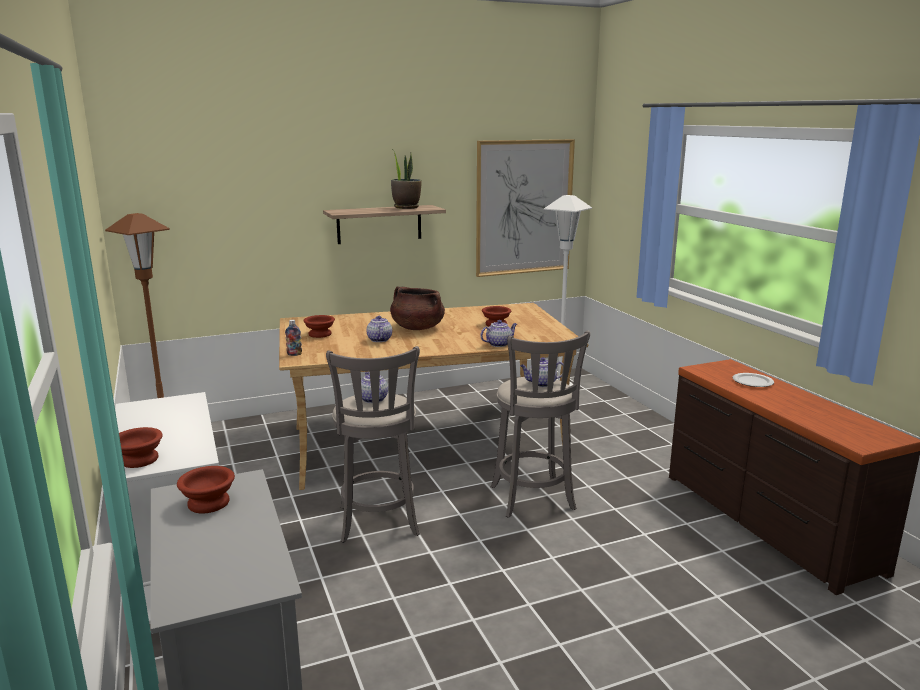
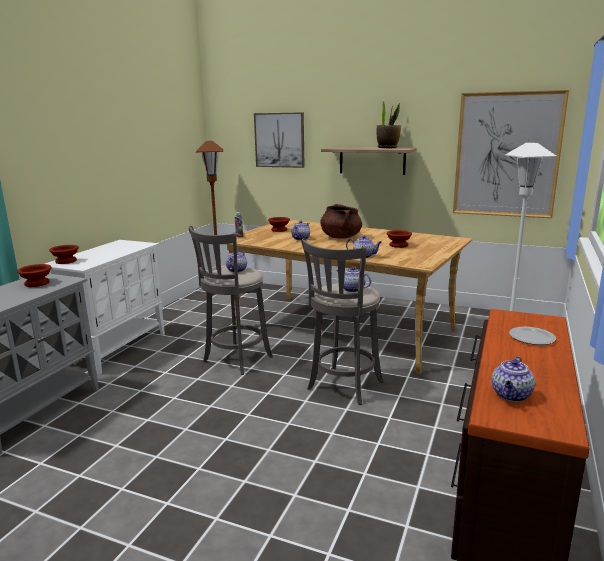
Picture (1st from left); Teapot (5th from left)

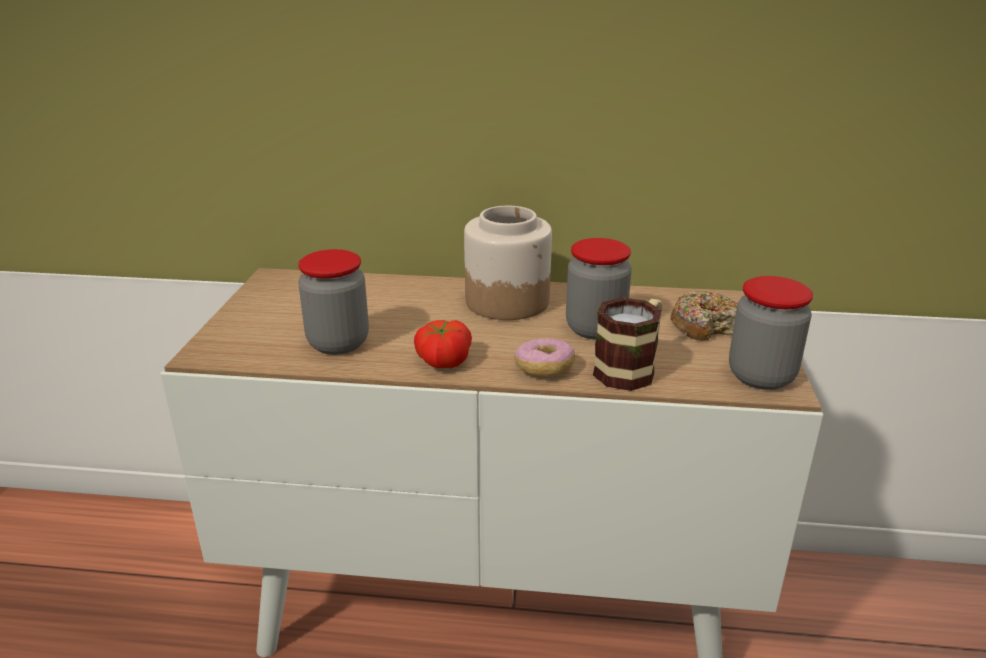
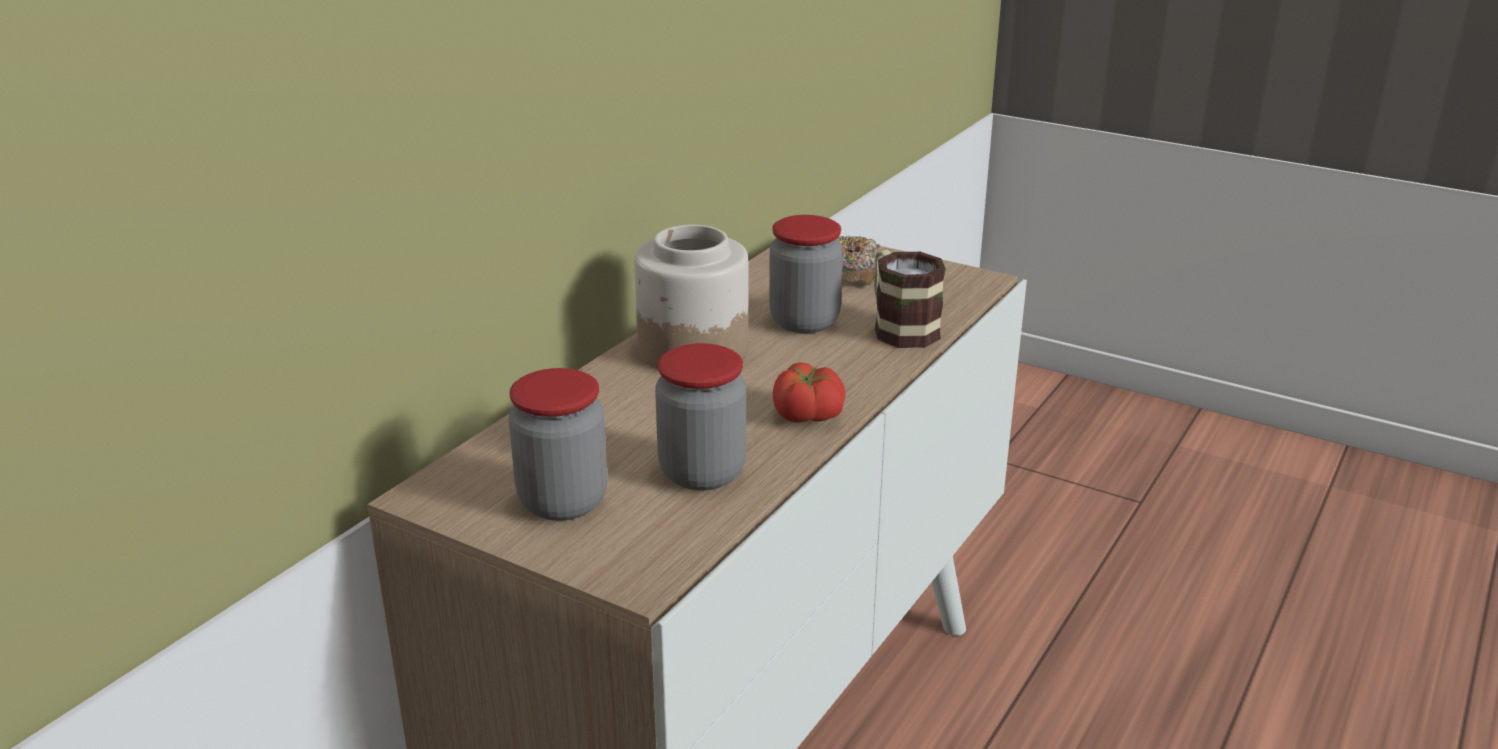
Jar (1st from left); Donut (1st from left in the first image)

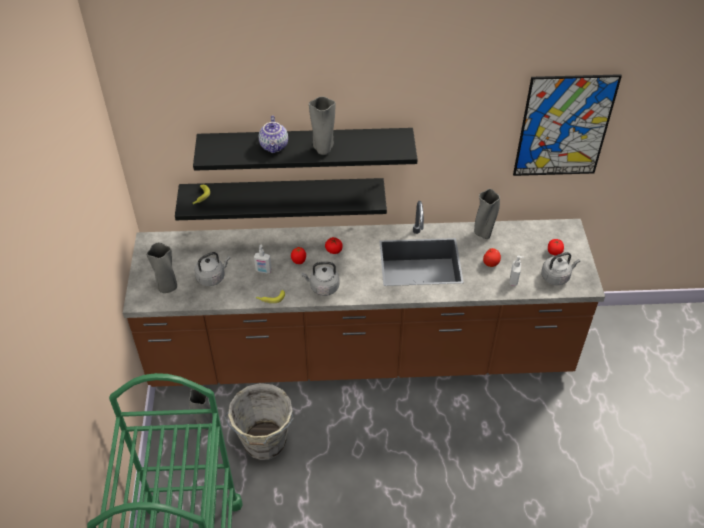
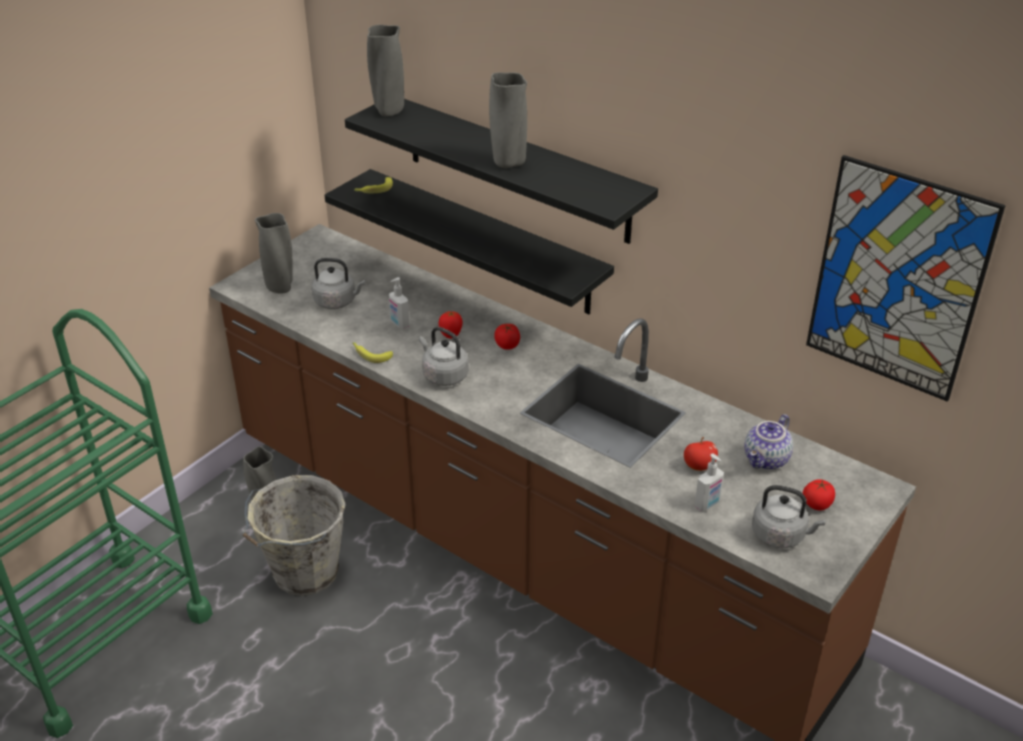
Teapot; GreyVase (3rd from left)

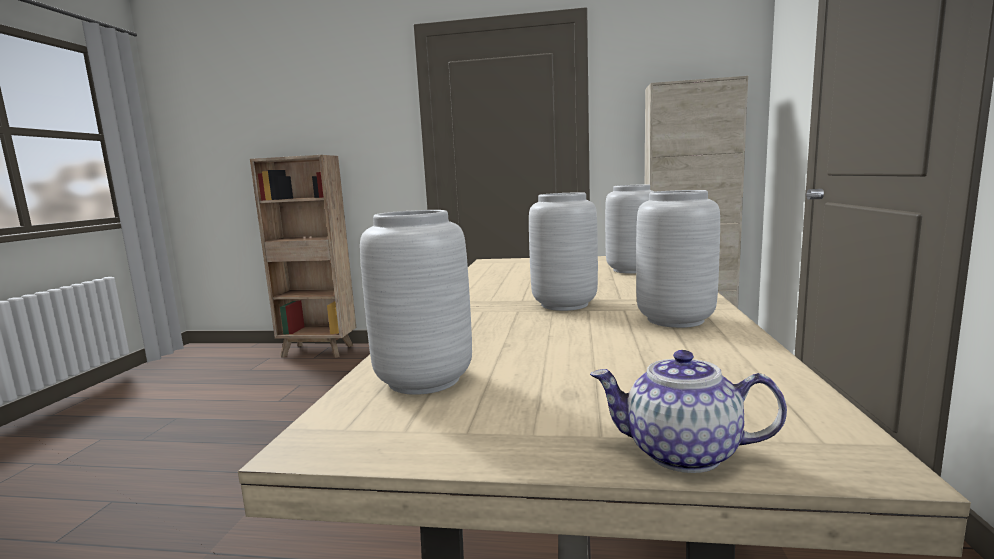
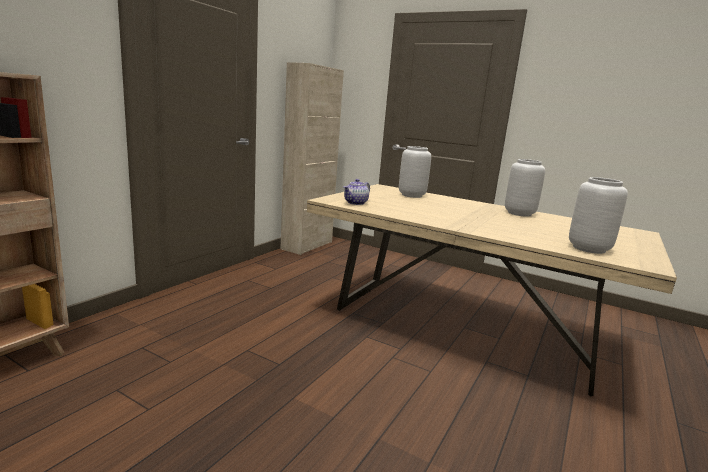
GreyVase (2nd from left in the first image); Teapot

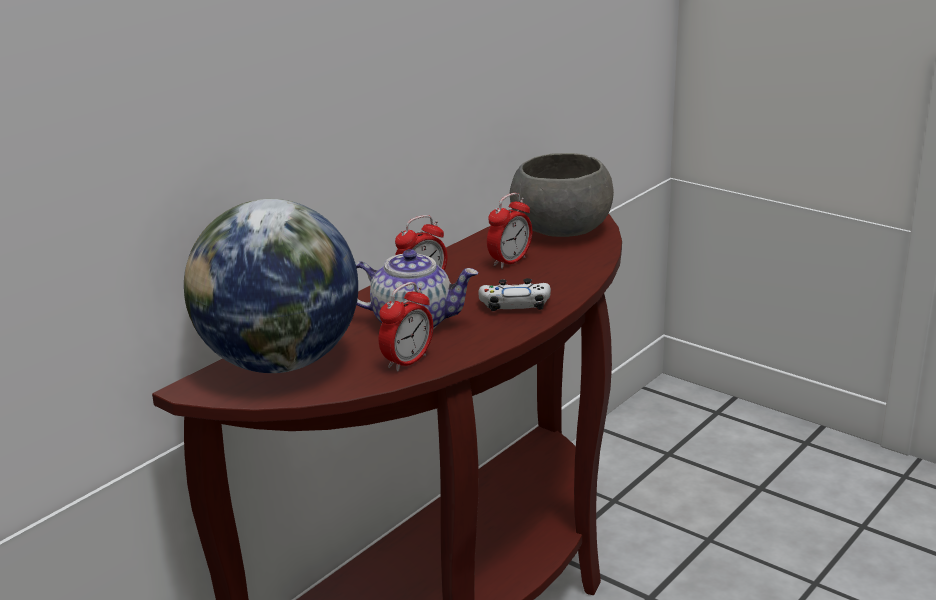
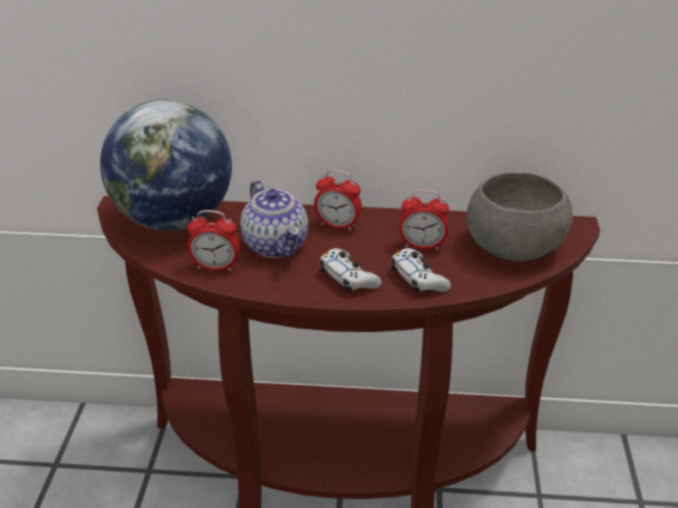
WhiteGameController (2nd from left)

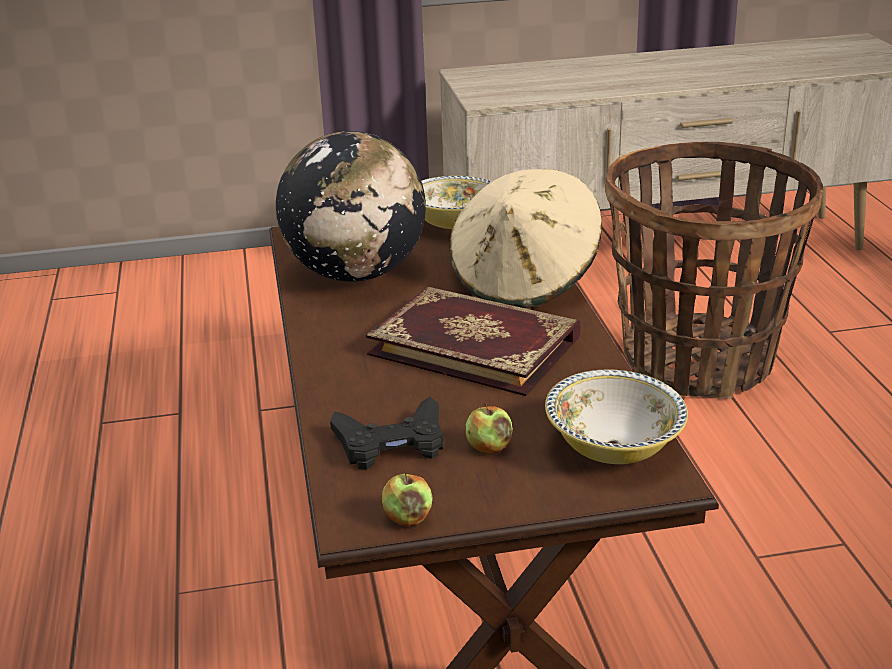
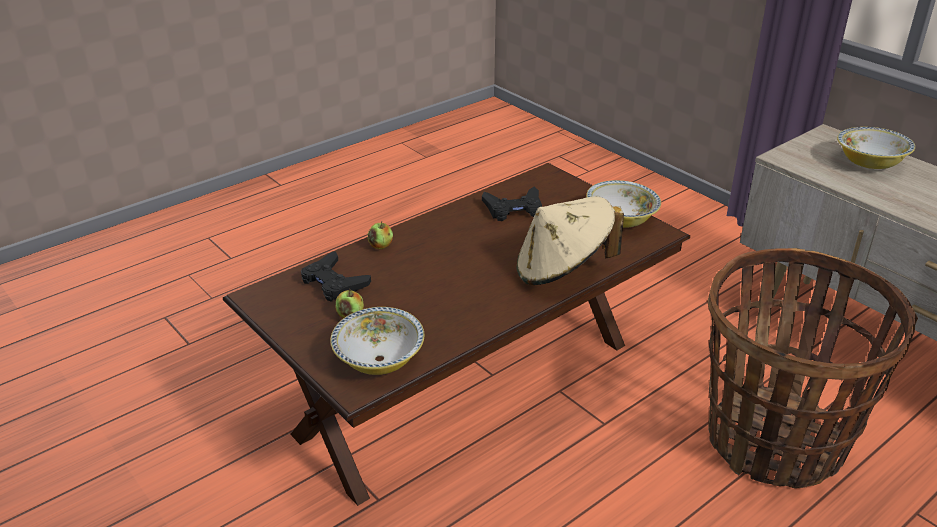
BlackGameController (2nd from left); Book; Apple (2nd from left); Bowl (3rd from left)

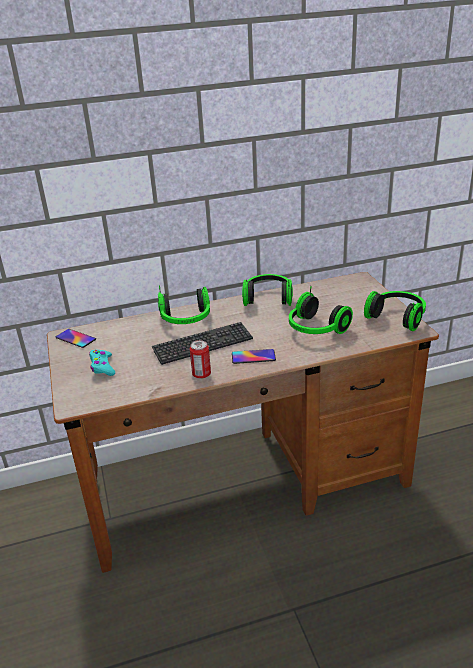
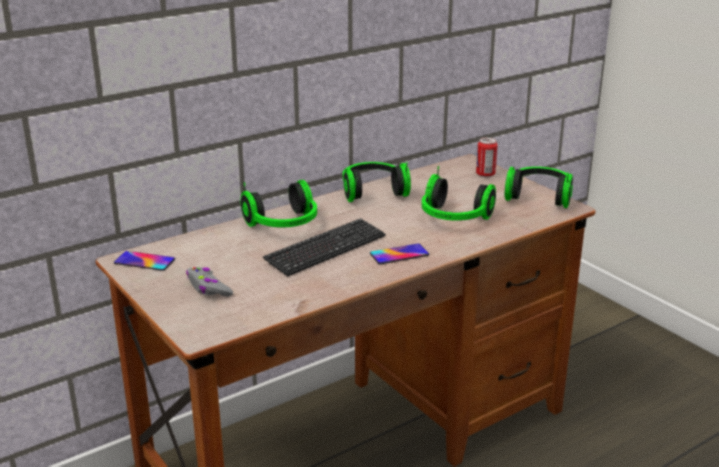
Can; GreyGameController

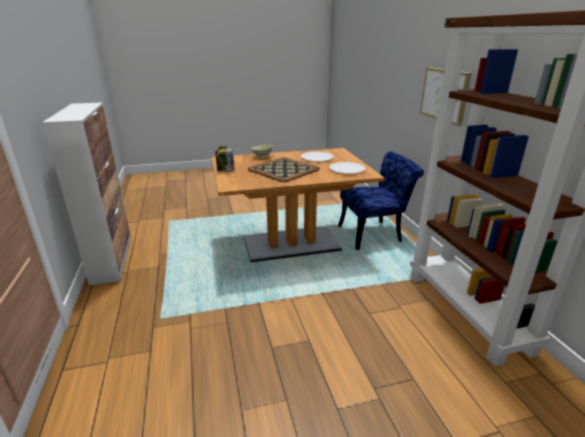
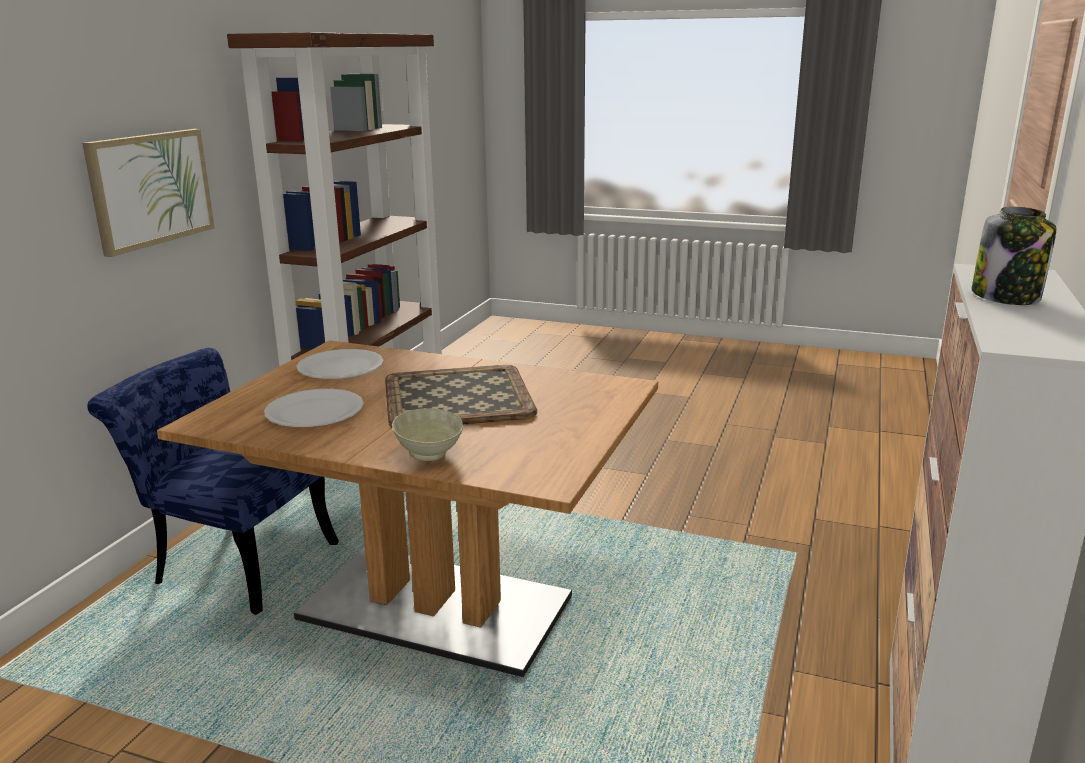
Jar

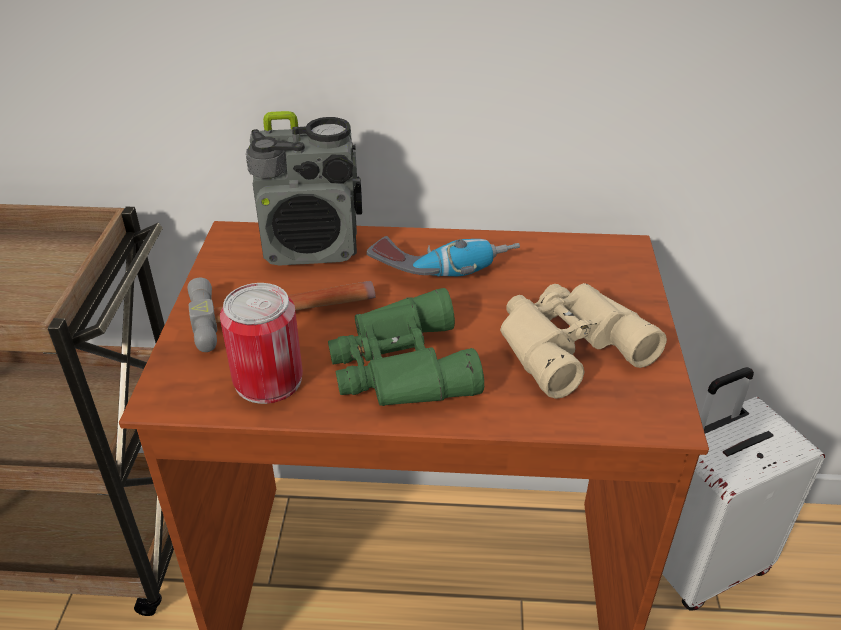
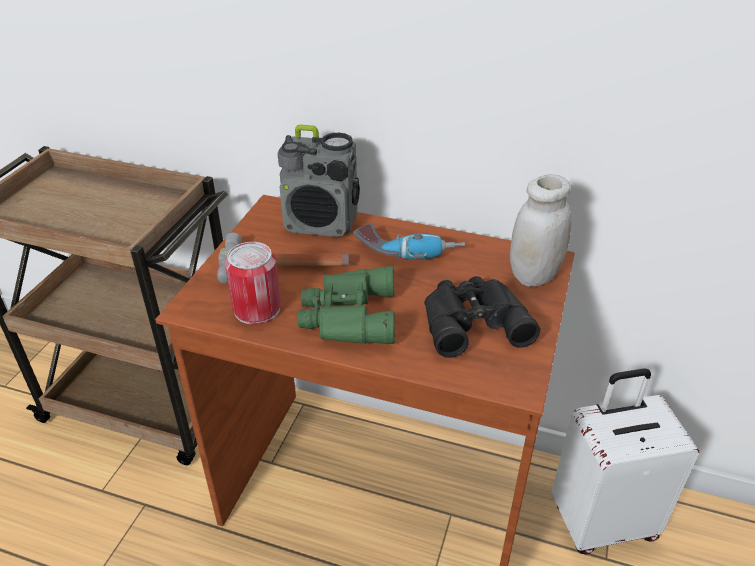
BlackBinoculars; WhiteJar

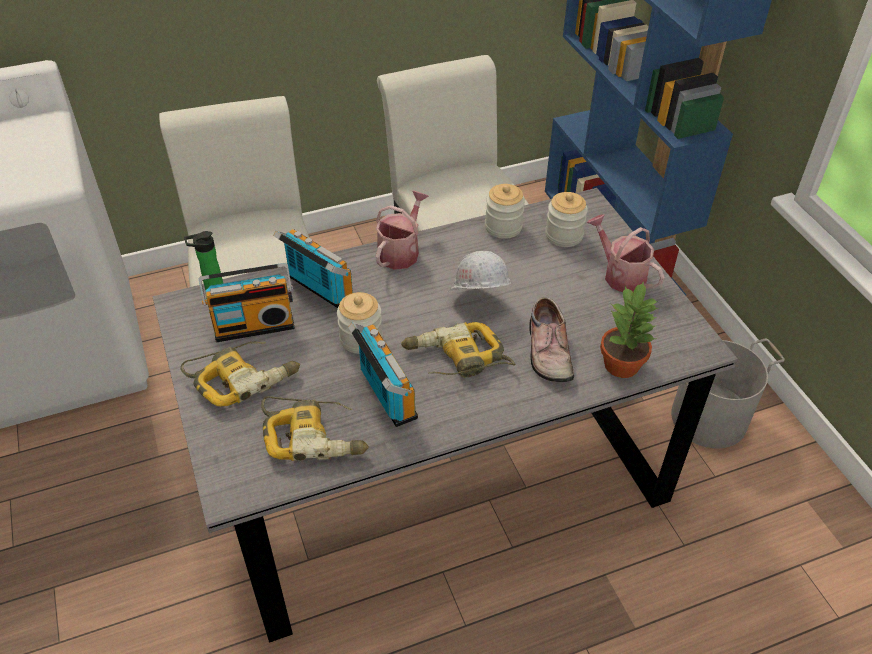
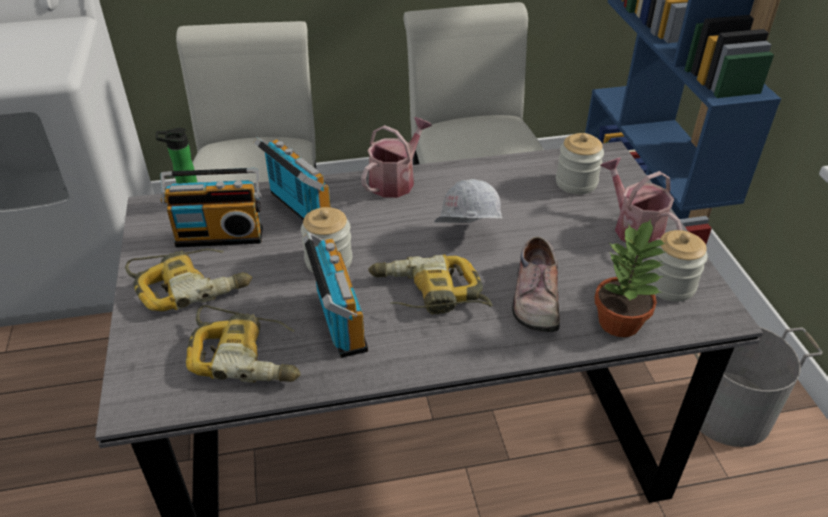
Jar (3rd from left)

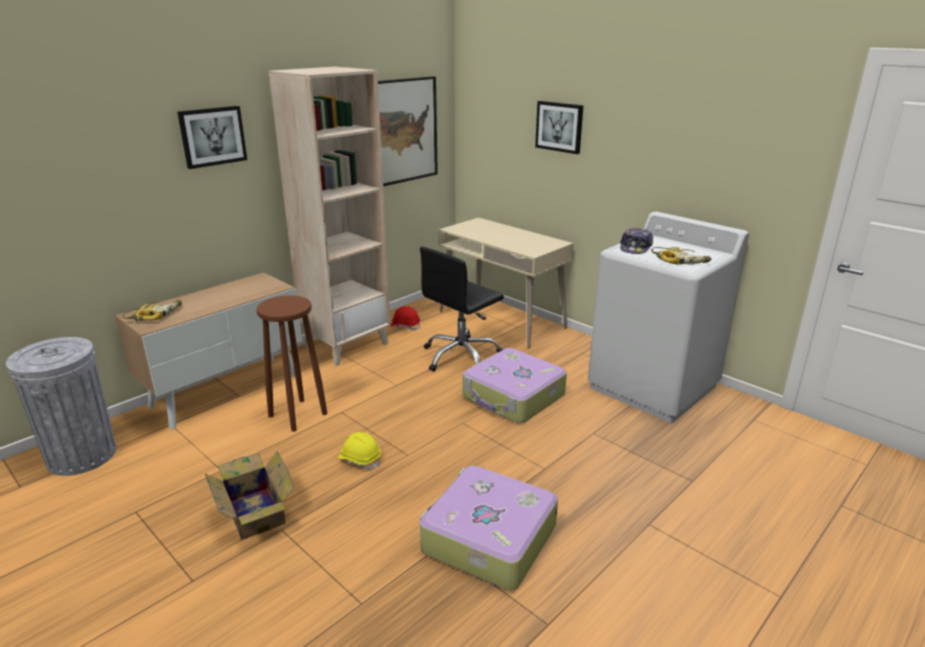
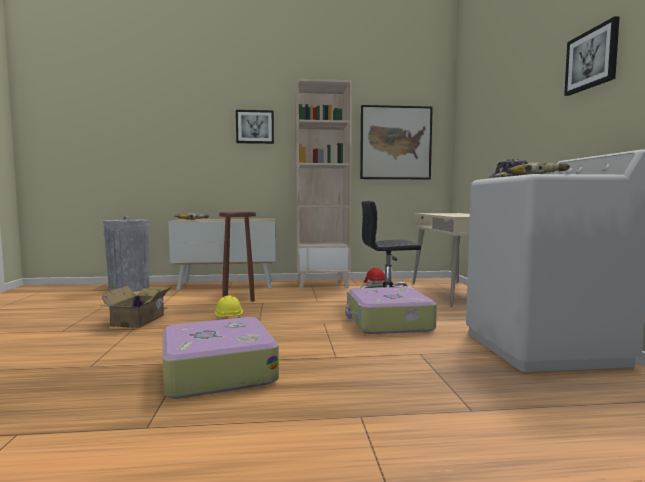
Picture (3rd from left)

